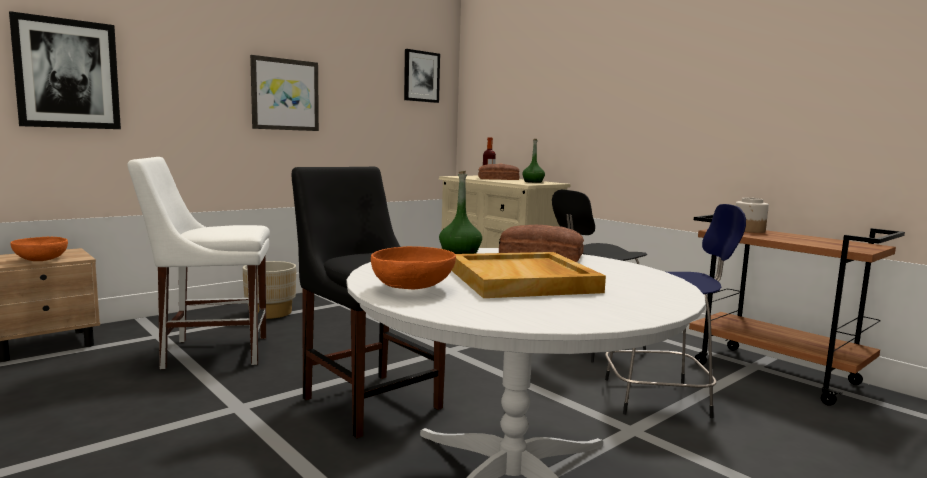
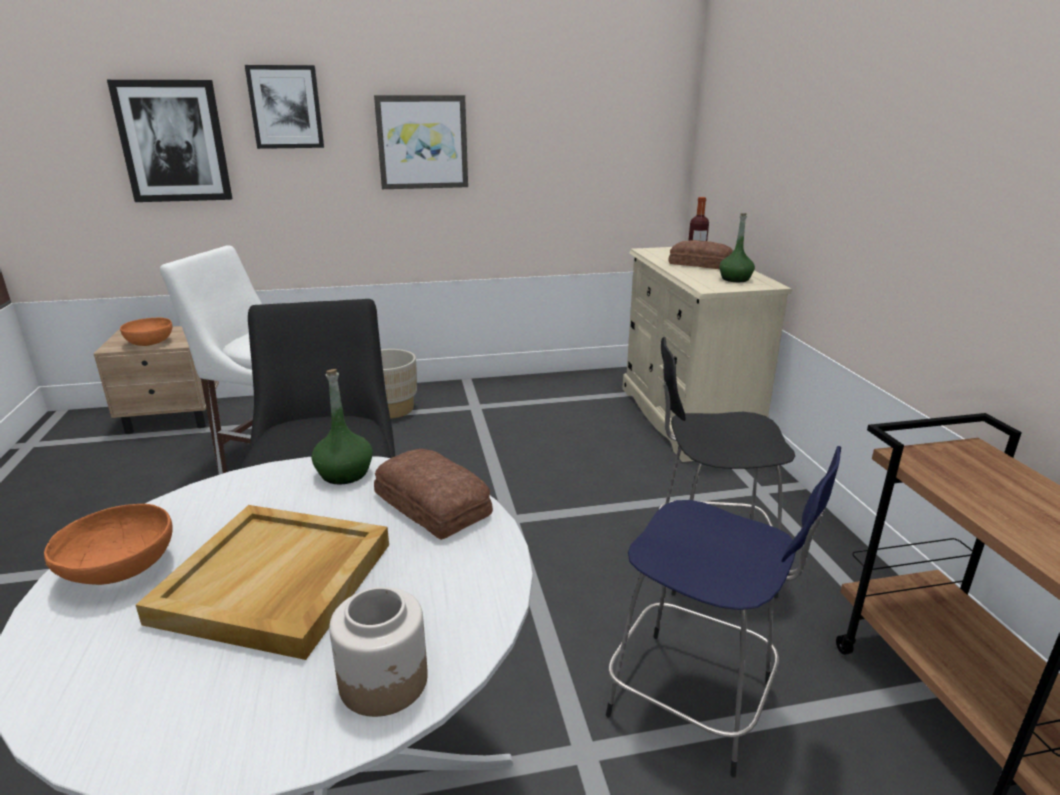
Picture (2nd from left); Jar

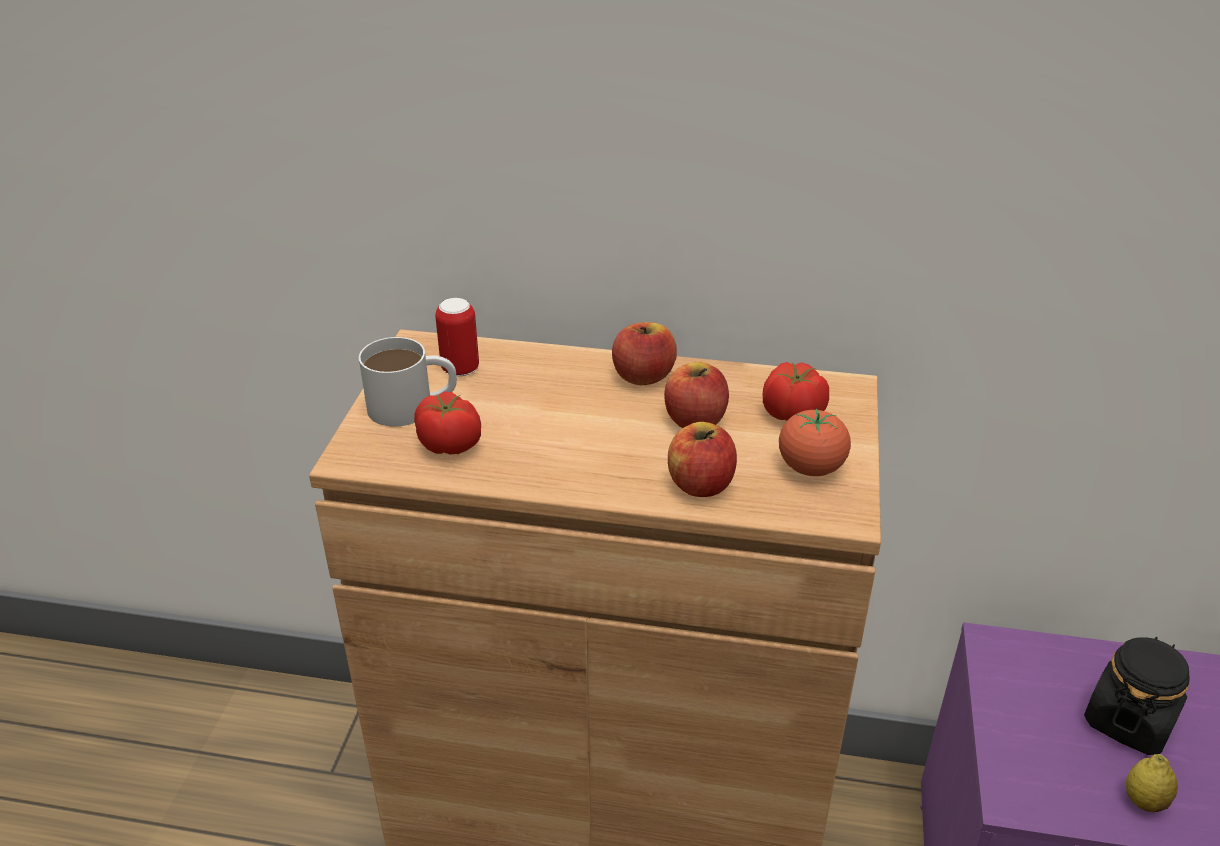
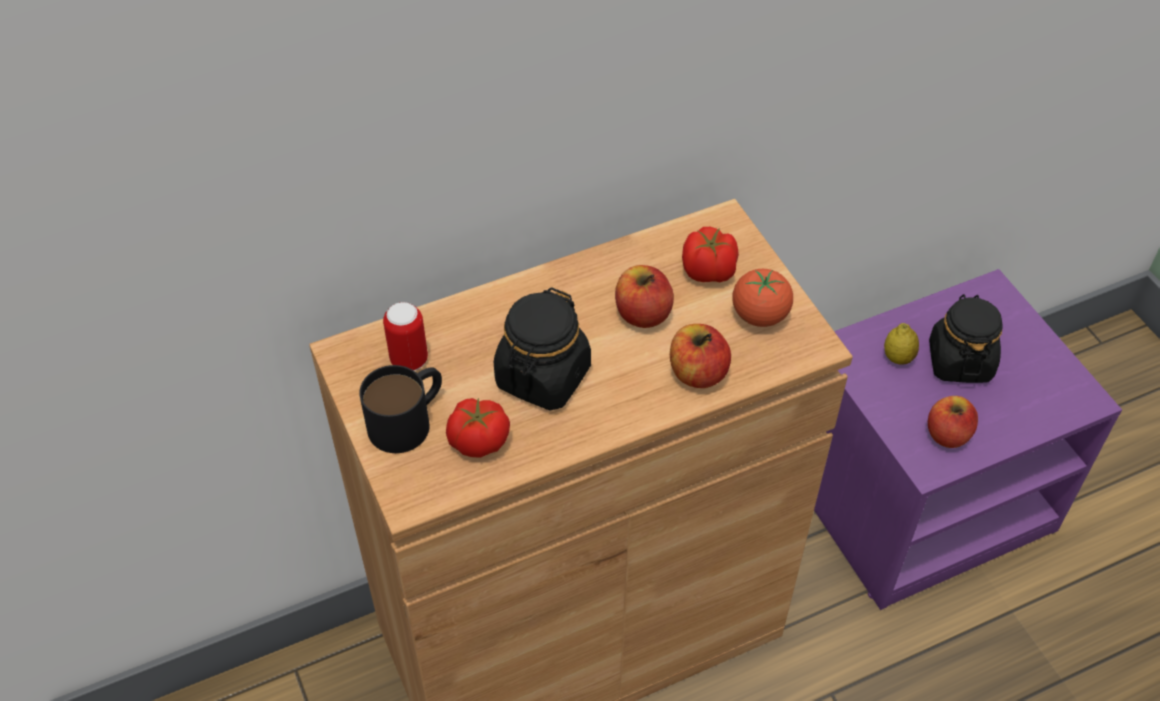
Apple (3rd from left); BlackMug; Lemon; BlackJar (1st from left)

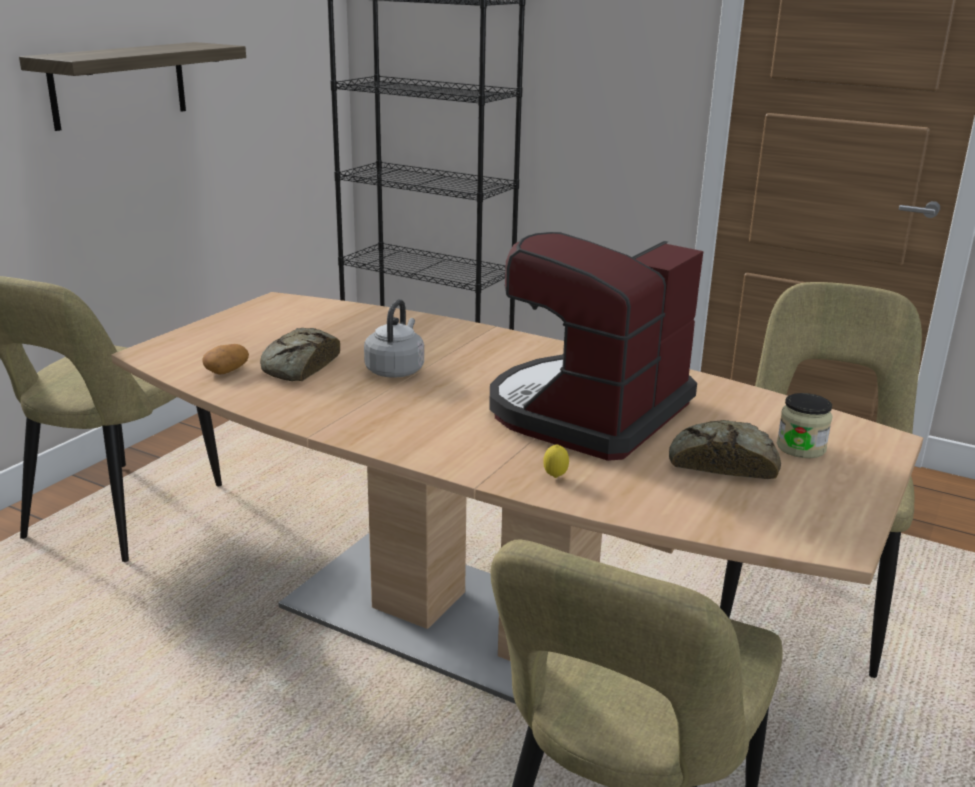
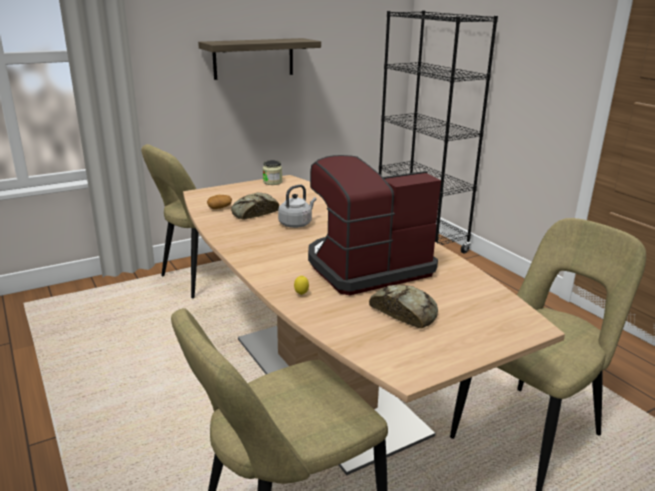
Jar

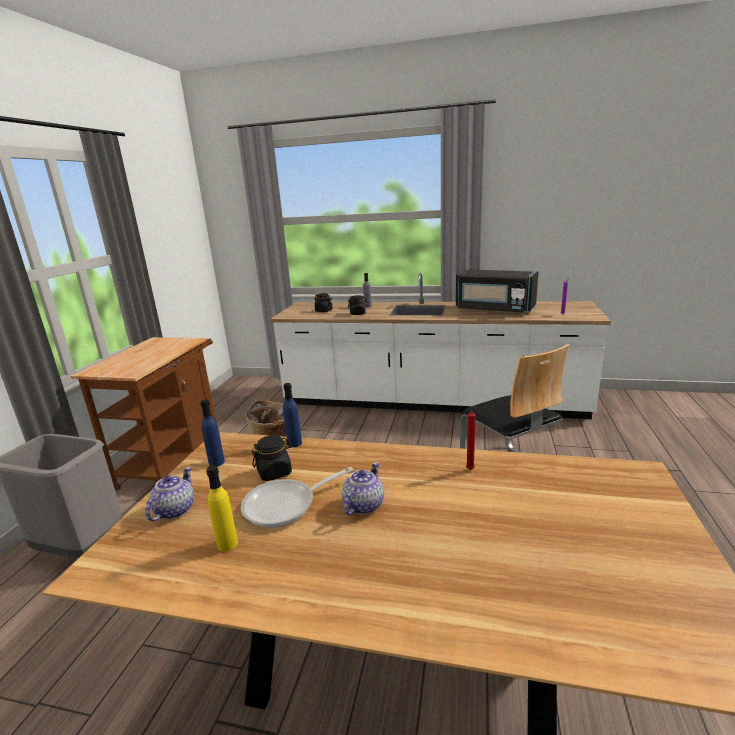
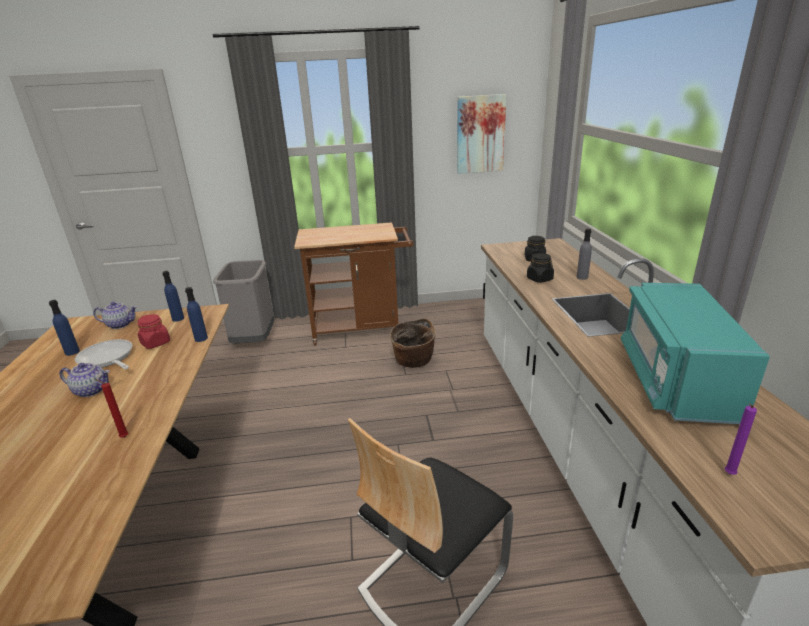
TurquoiseMicrowave; RedJar; BlueBottle (1st from left); Picture

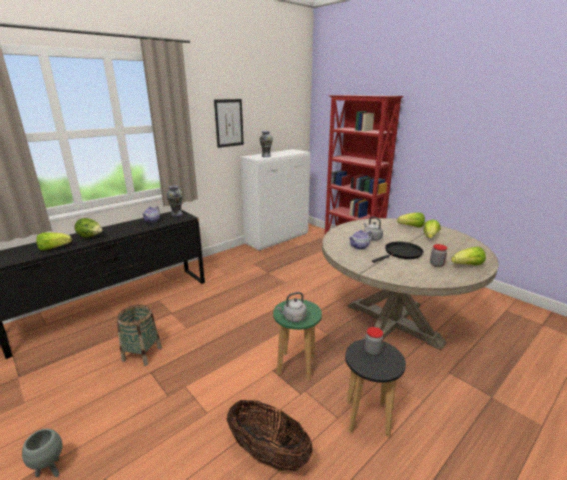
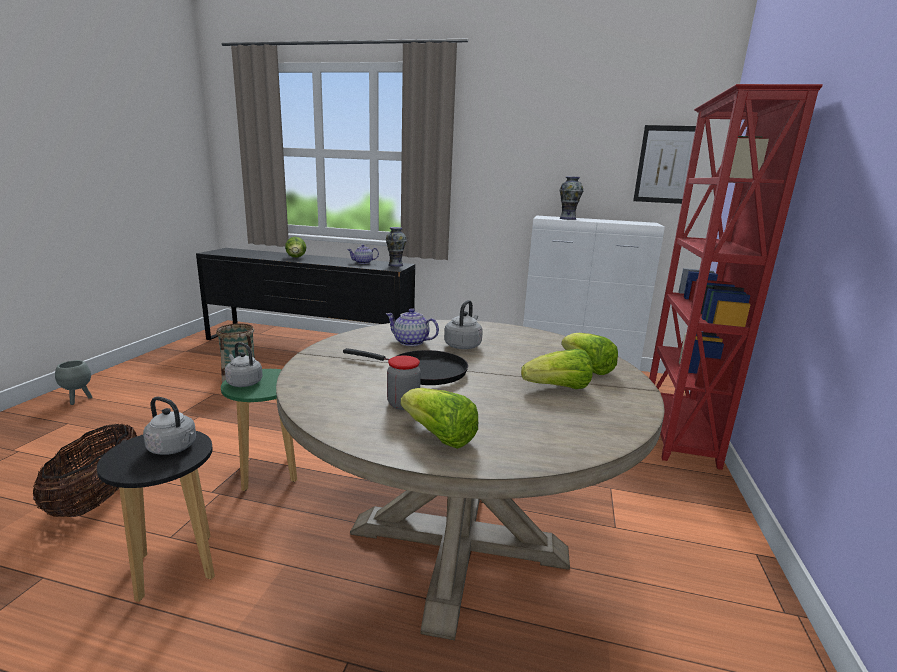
Picture; Lettuce (1st from left in the first image); GreyKettle (1st from left)

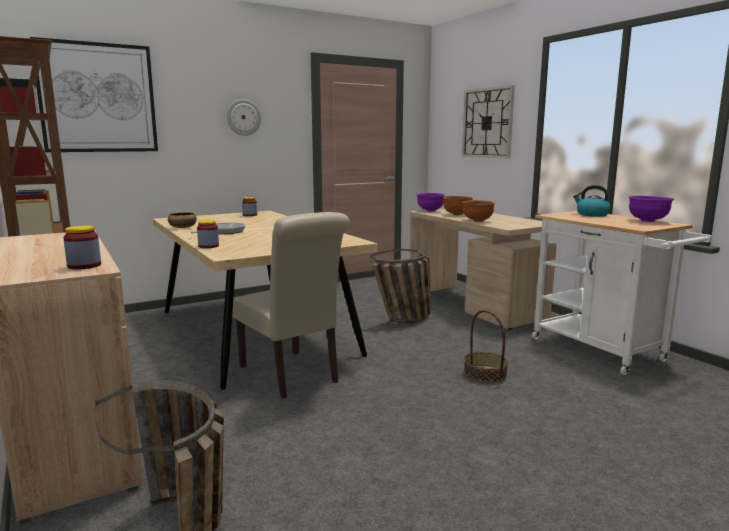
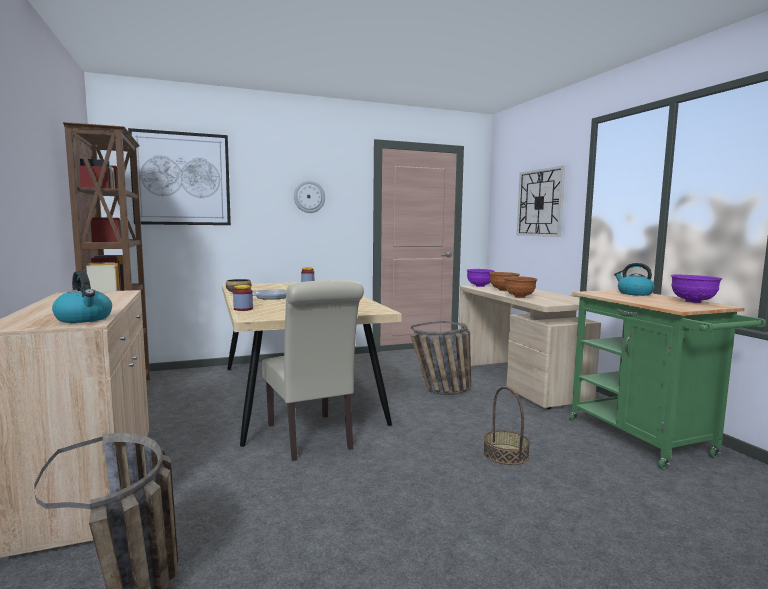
GreenCart; Kettle (1st from left)

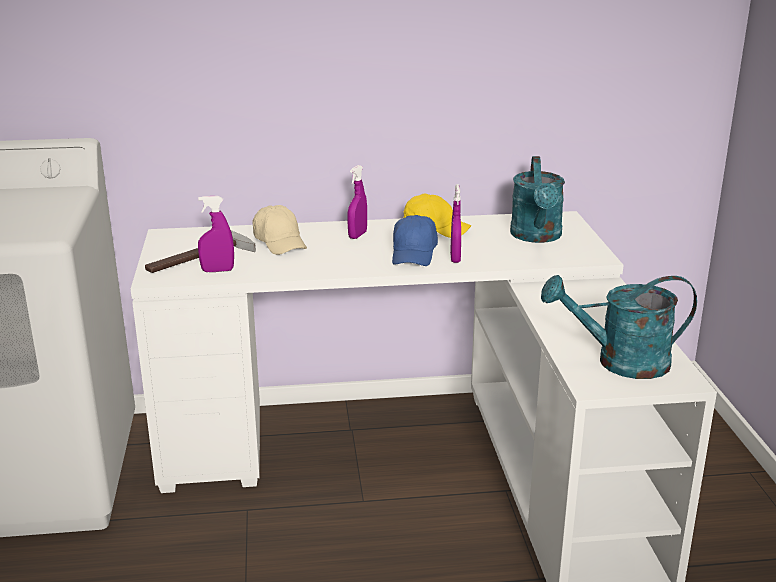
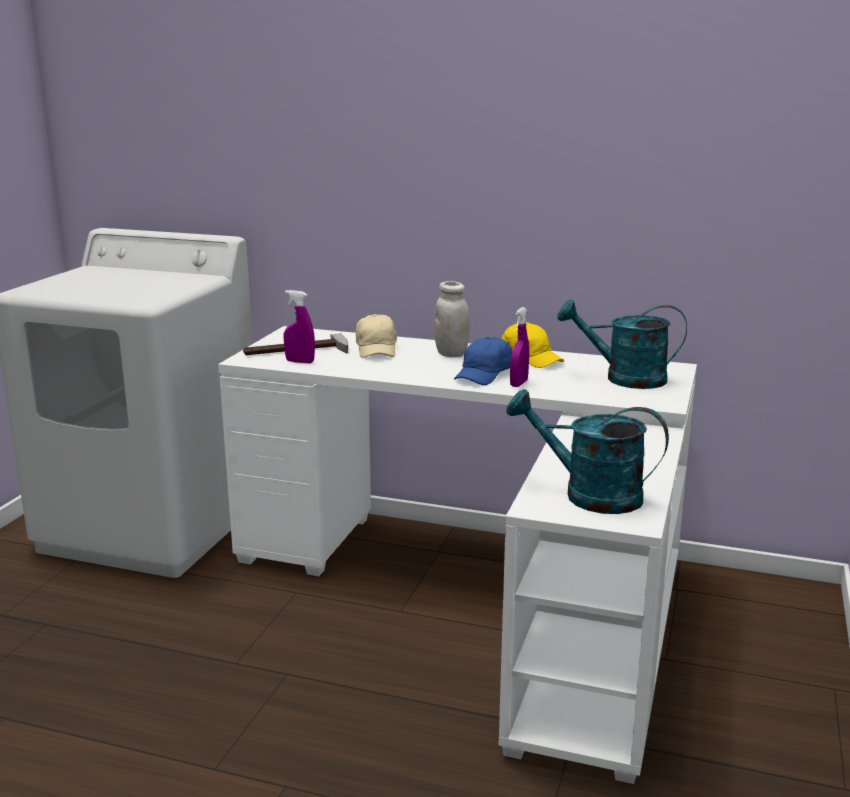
TurquoiseWateringCan (2nd from left); WhiteJar

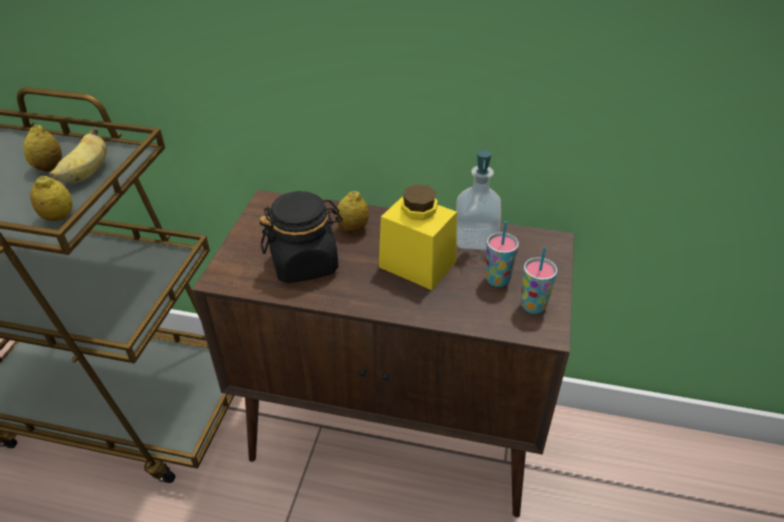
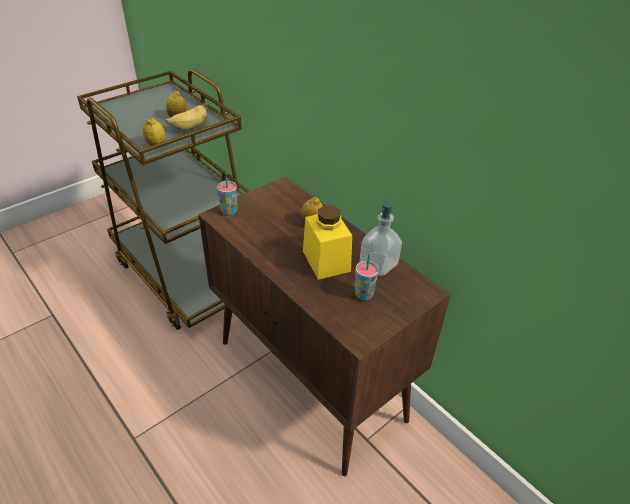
BlackJar; Cup (1st from left)

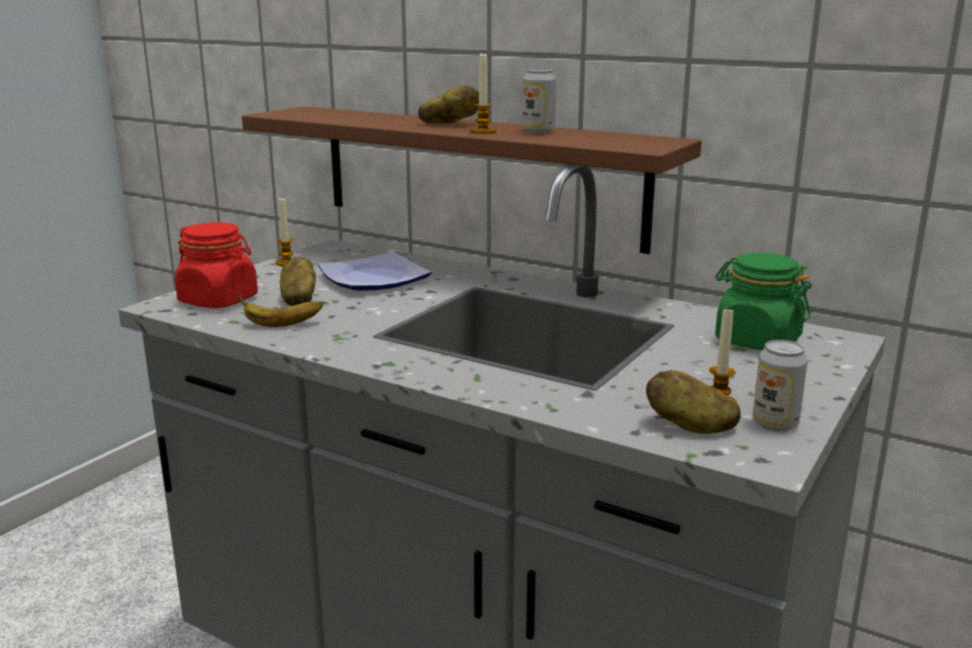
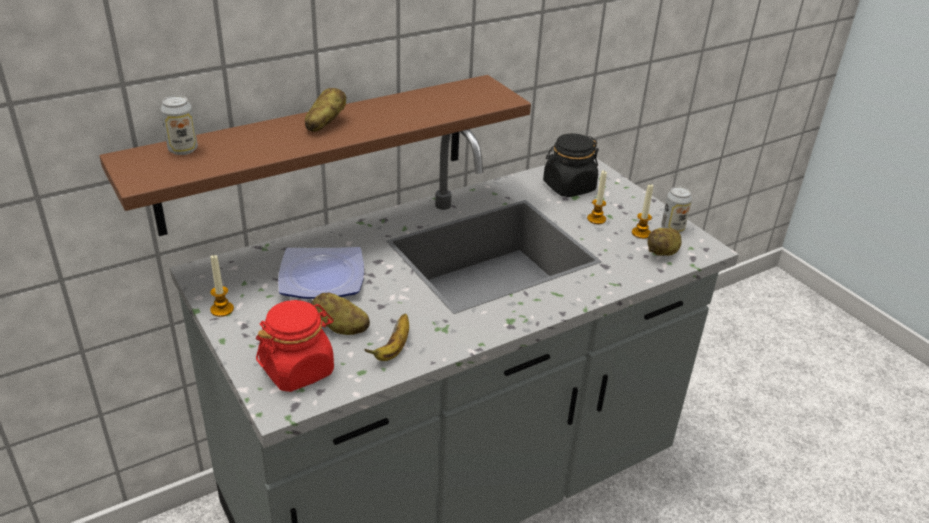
Candle (2nd from left); Can (1st from left); BlackJar

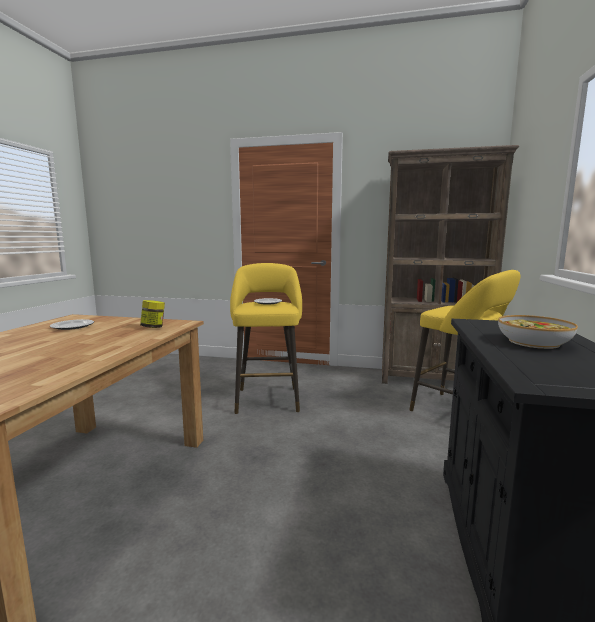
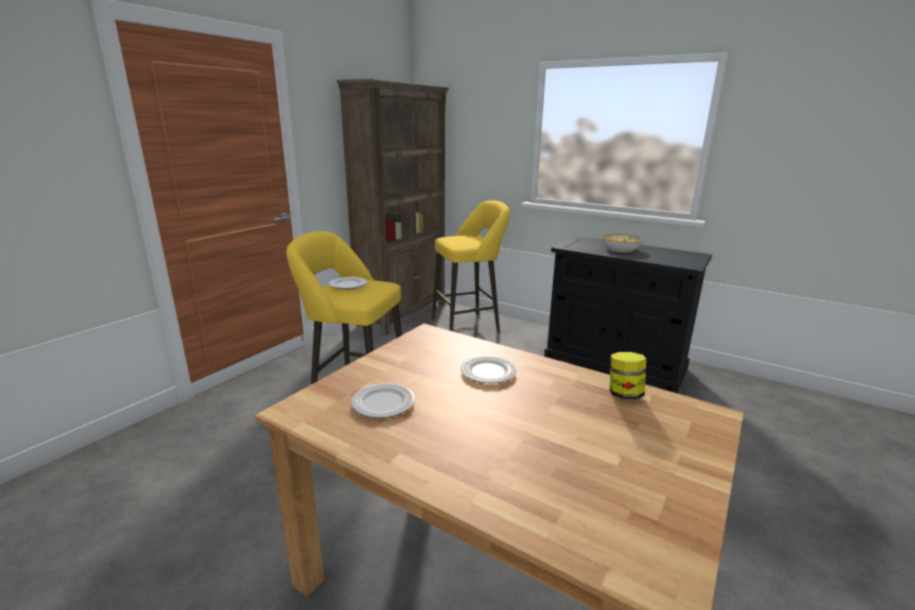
Jar; Plate (3rd from left)

